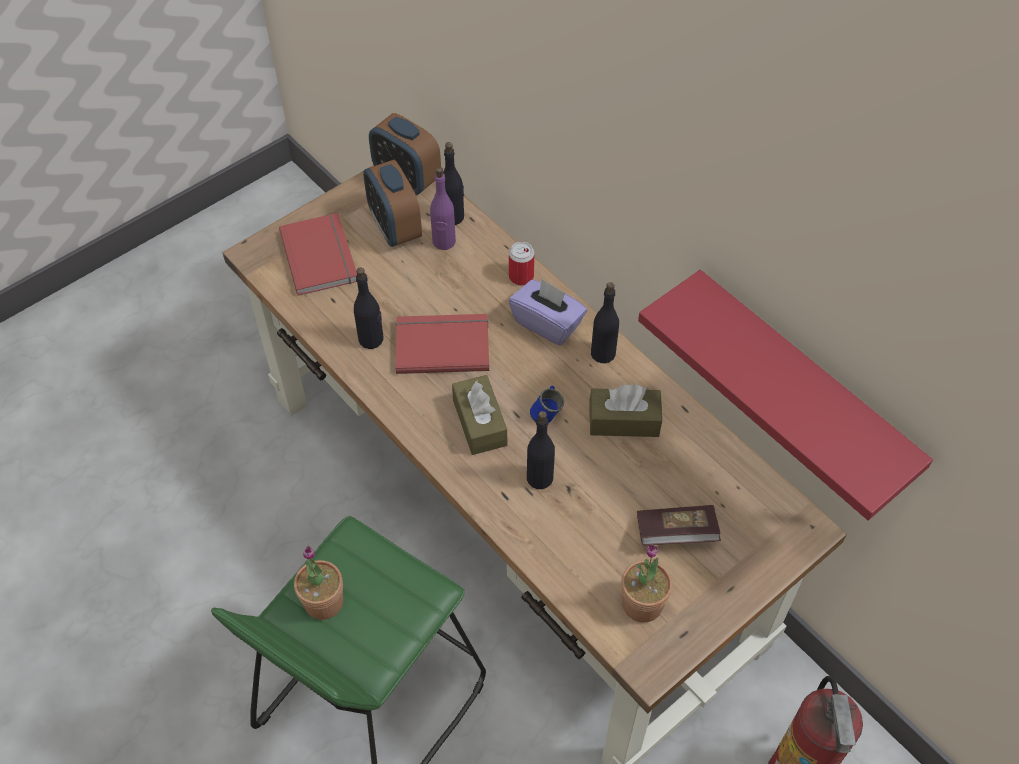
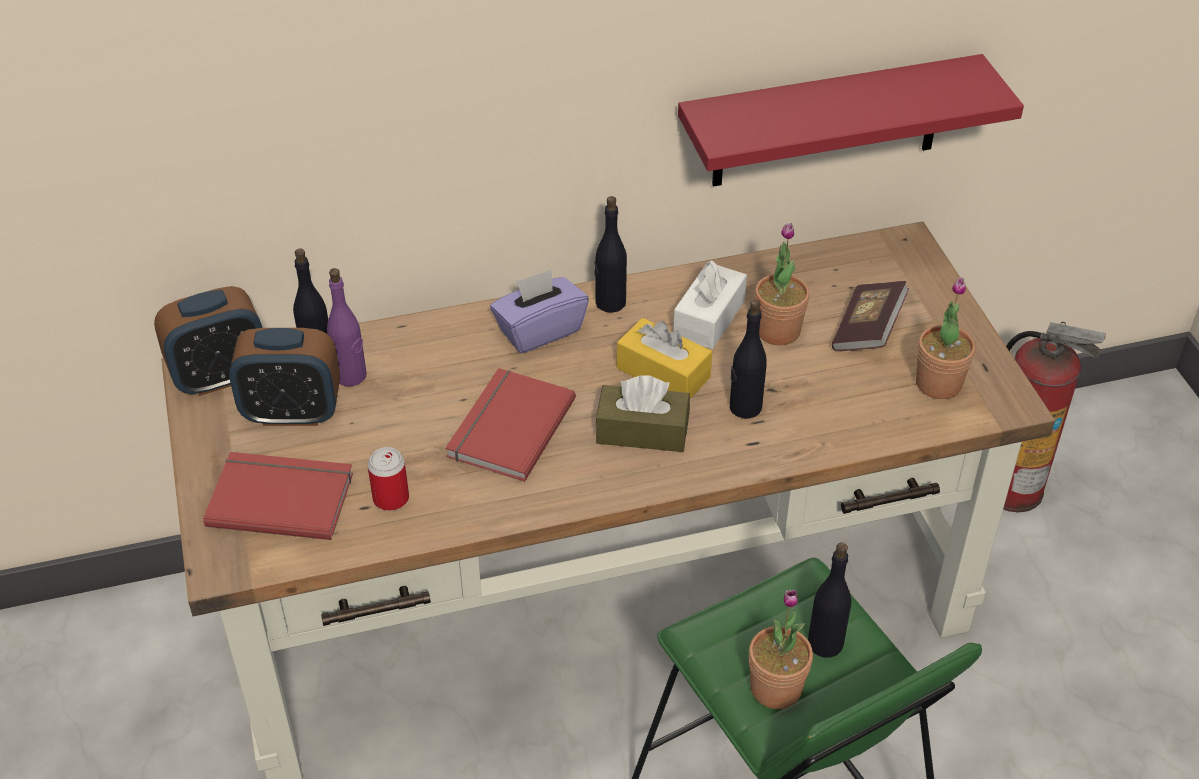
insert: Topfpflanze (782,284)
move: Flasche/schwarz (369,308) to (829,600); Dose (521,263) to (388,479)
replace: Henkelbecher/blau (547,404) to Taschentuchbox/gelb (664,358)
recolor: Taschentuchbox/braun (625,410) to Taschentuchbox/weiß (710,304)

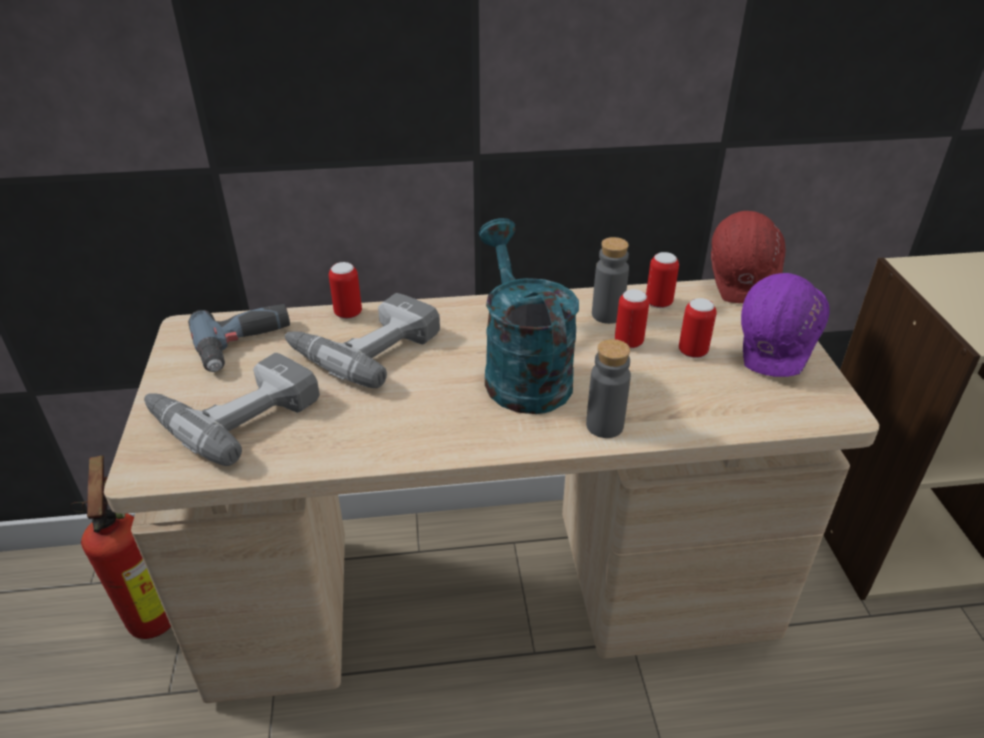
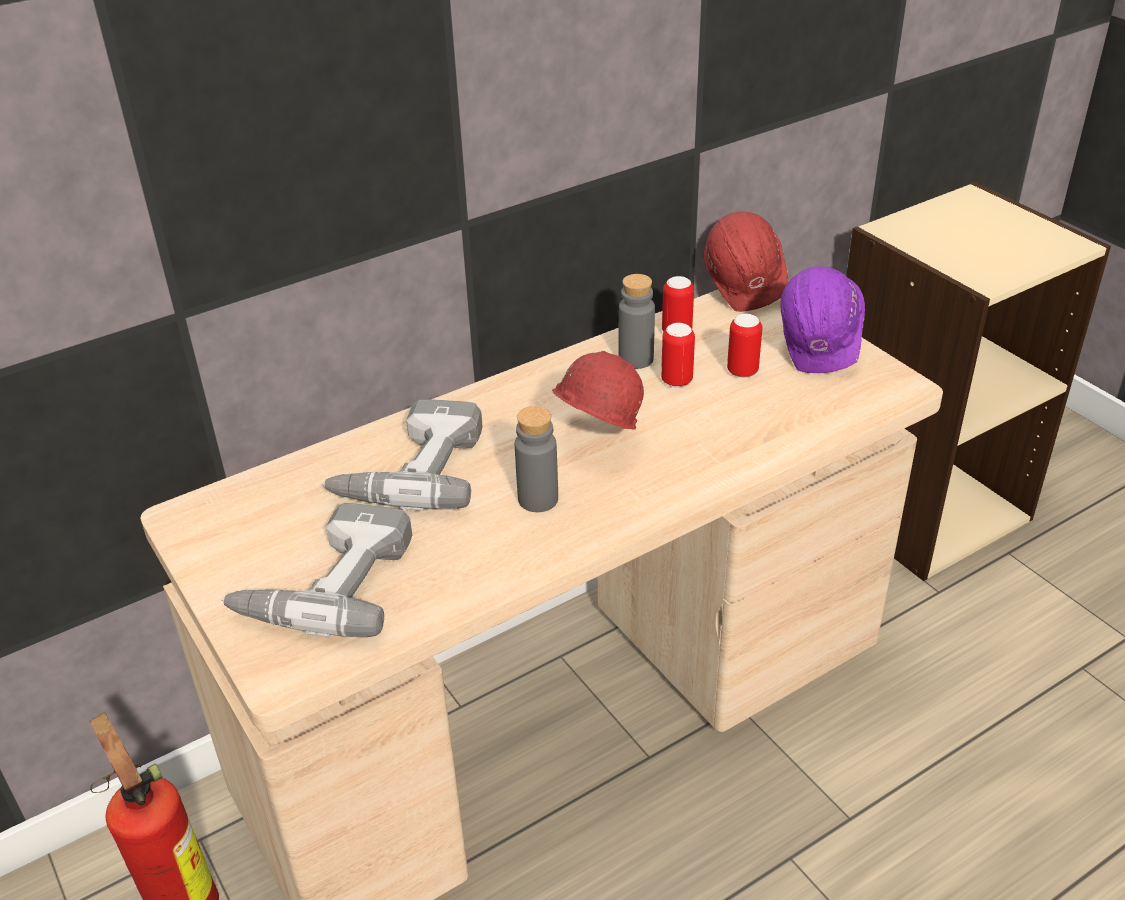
delete: Bohrmaschine (239,338); Dose (345,290)
move: Flasche/grau (608,388) to (536,459)
replace: Gießkanne/türkis (529,316) to Schutzhelm/rot (598,390)

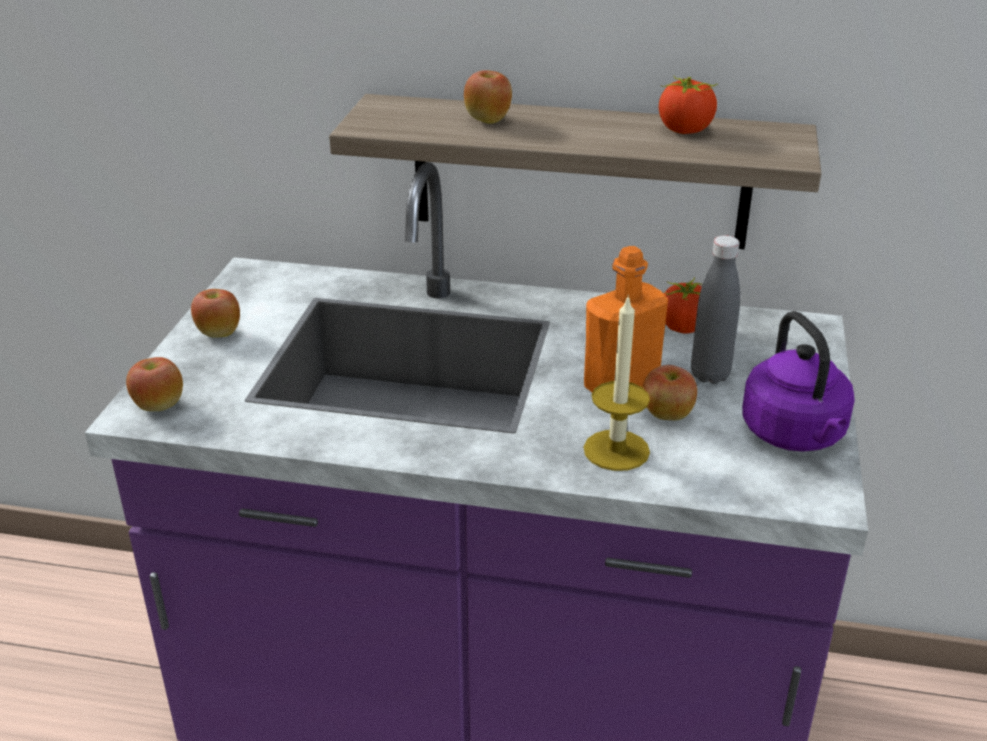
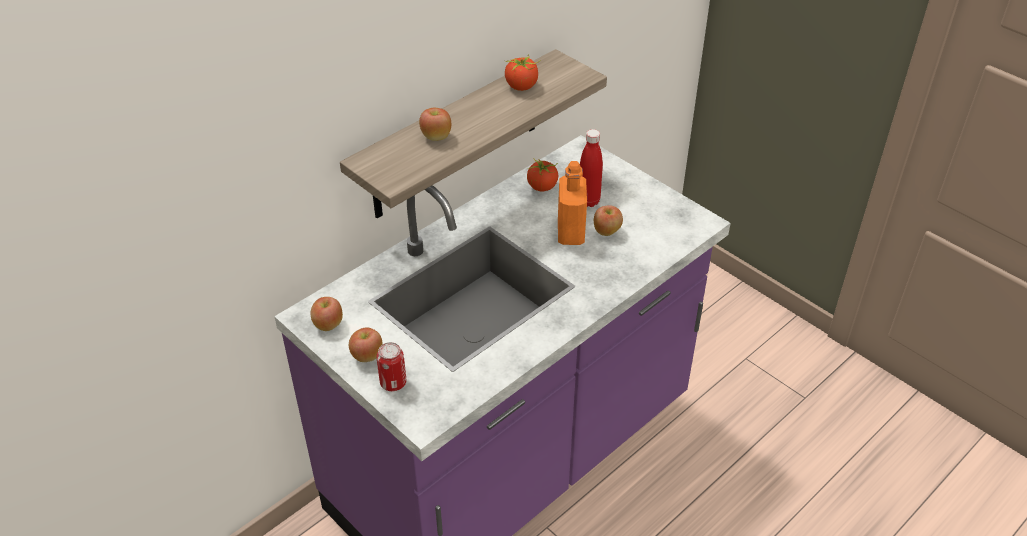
delete: Kerze (617,382); Wasserkessel/lila (798,381)
insert: Dose (391,366)
move: Apfel (154,384) to (327,314)
recolor: Flasche/grau (715,310) to Flasche/rot (591,168)

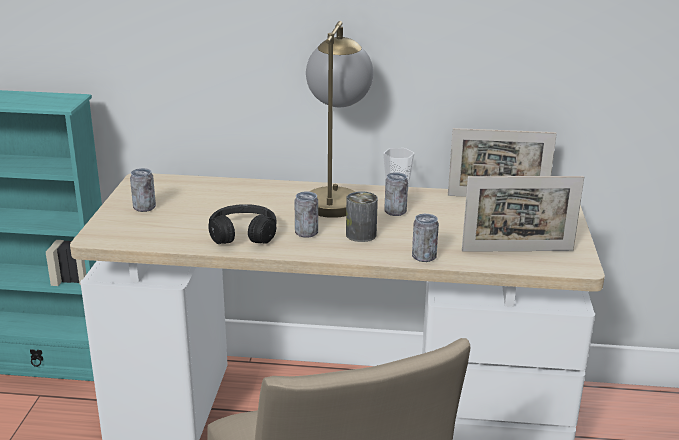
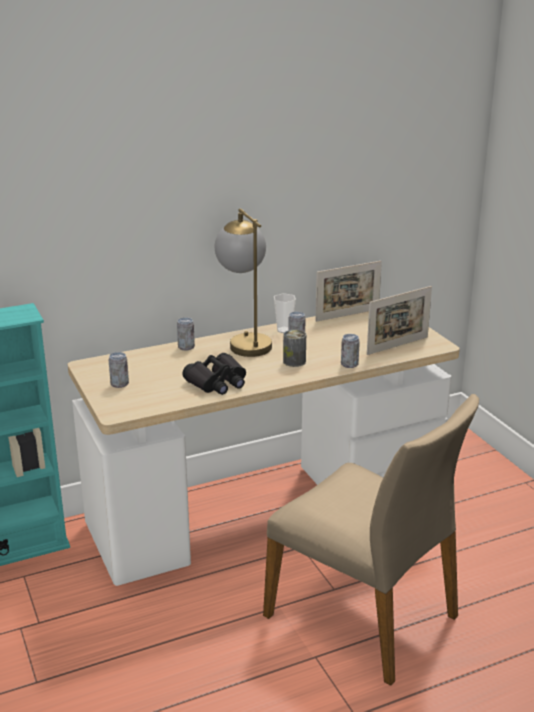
move: Dose (306,215) to (186,333)
replace: Kopfhörer/schwarz (242,224) to Fernglas/schwarz (214,374)

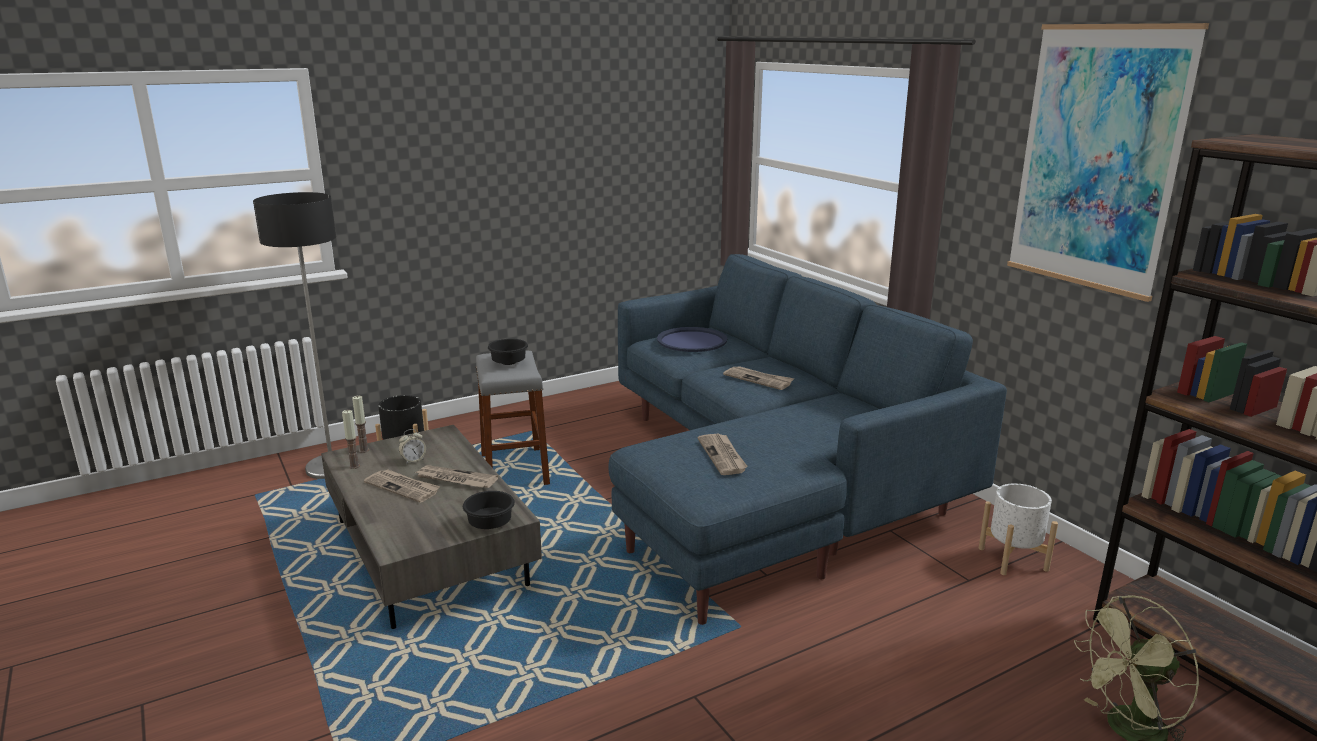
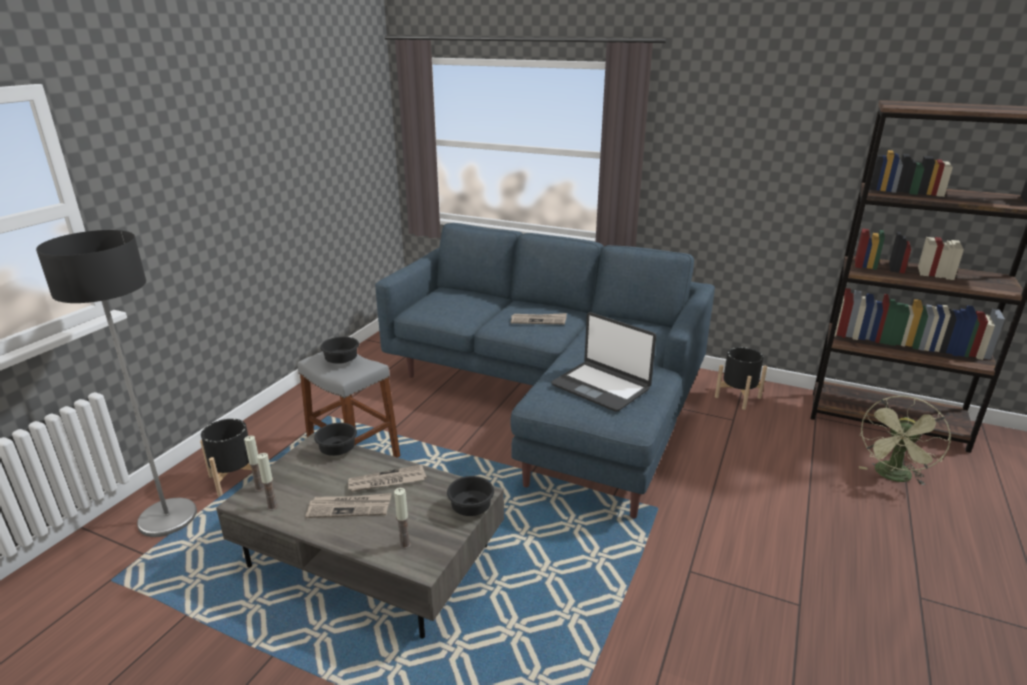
delete: Wecker (412,446); Tablett/blau (692,339); Bild (1108,162)
insert: Schüssel/schwarz (335,439); Kerze (402,518)
replace: Zeitung (722,454) to Laptop (603,361)
recolor: Pflanzkübel/weiß (1018,529) to Pflanzkübel/schwarz (741,378)

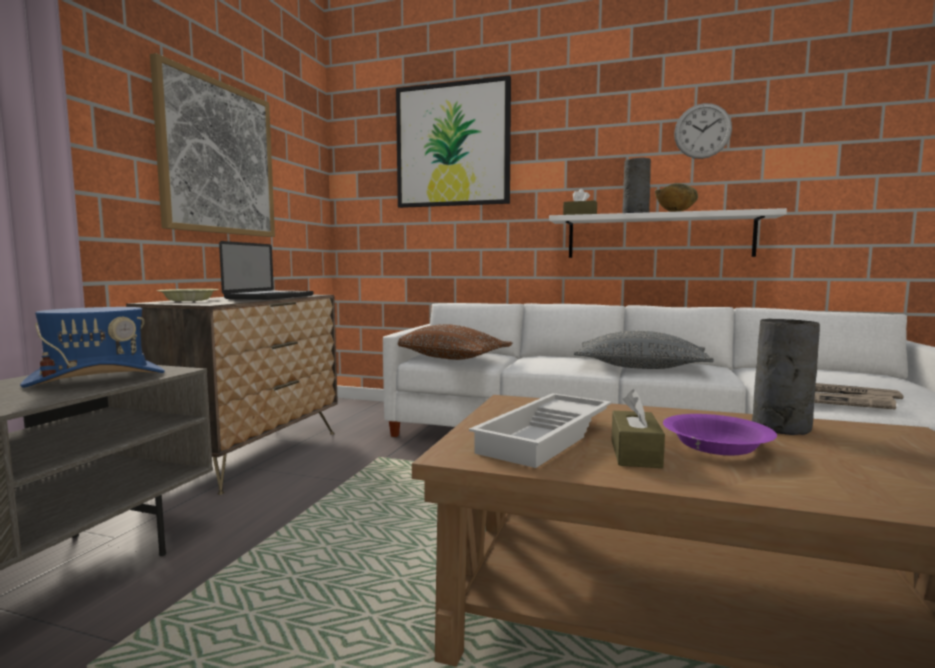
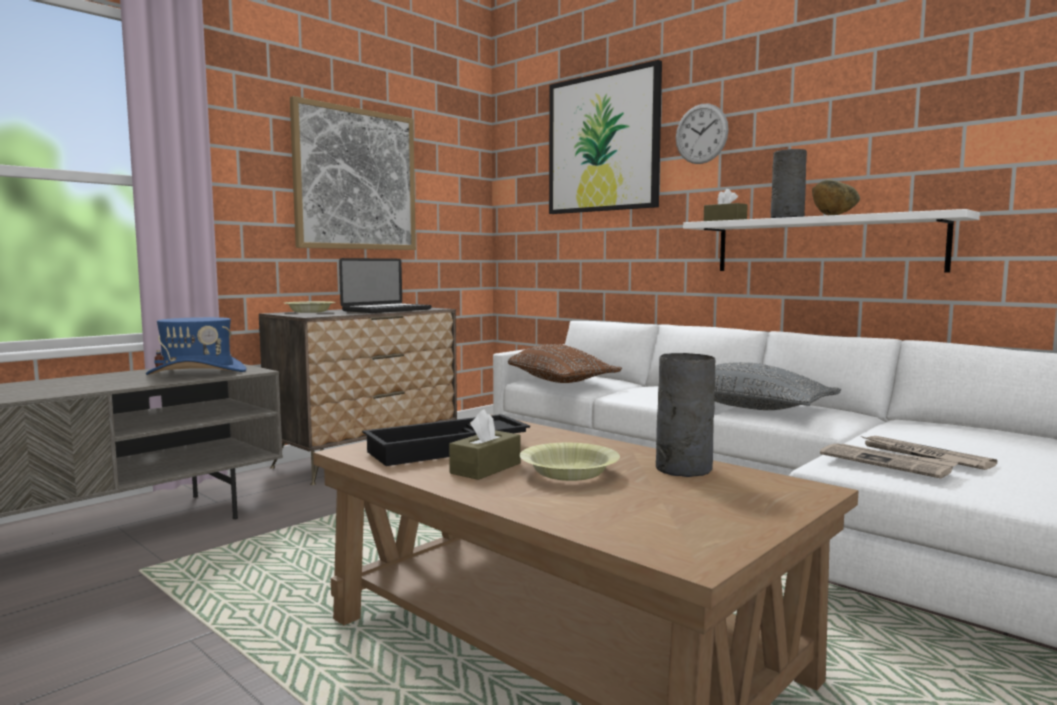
move: Wanduhr (703,131) to (702,134)
recolor: Tablett/weiß (540,430) to Tablett/schwarz (446,440); Schüssel/lila (720,434) to Schüssel/gelb (570,462)

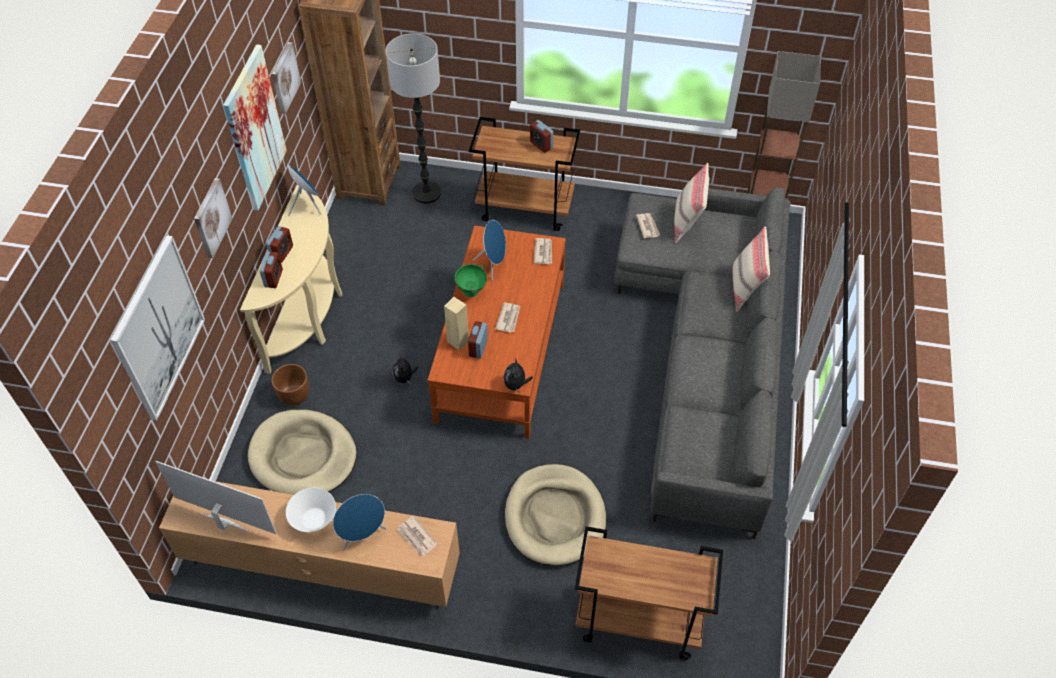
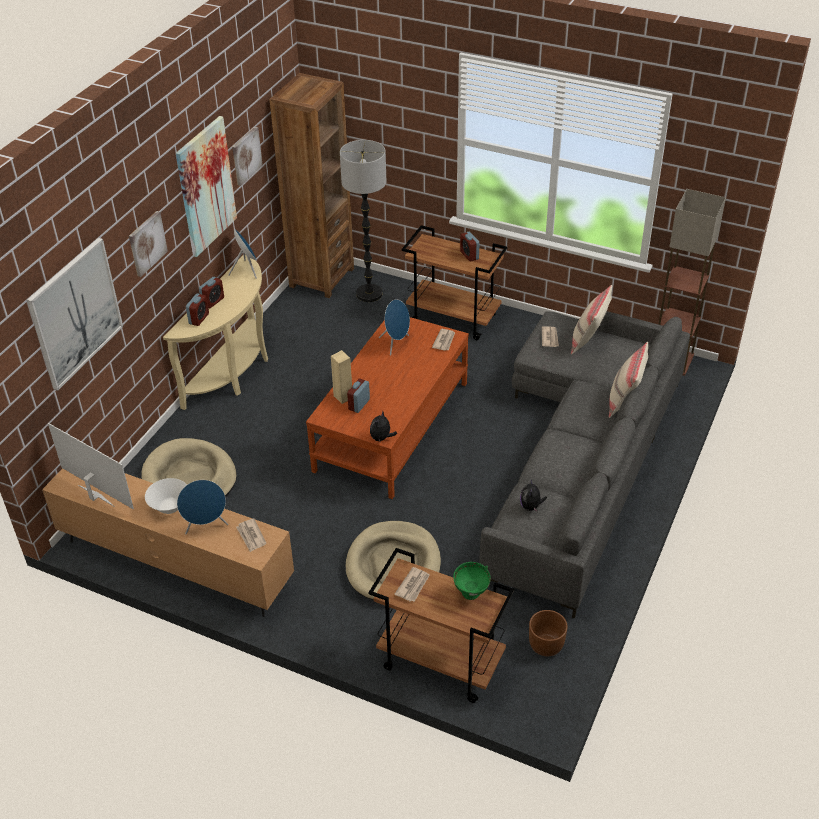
move: Pflanzkübel/braun (290,385) to (548,633); Plüschtier (405,369) to (533,496); Schüssel/grün (471,280) to (472,581); Zeitung (507,318) to (412,584)

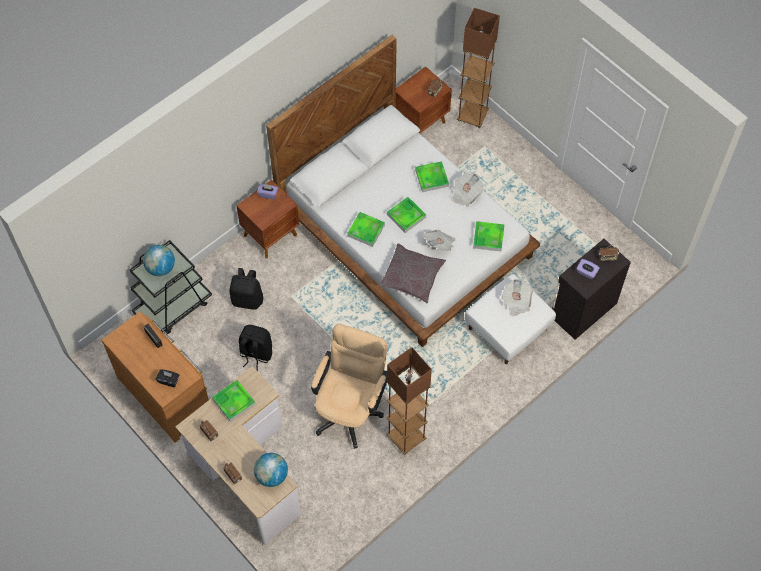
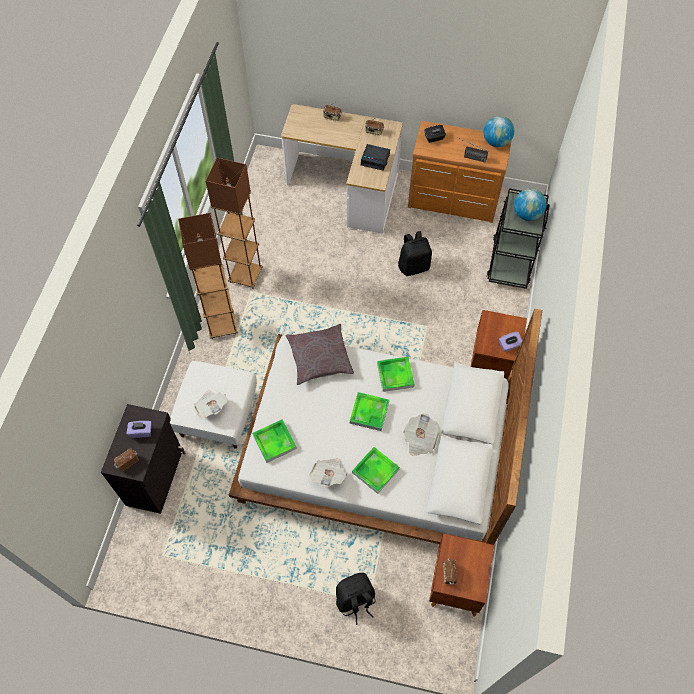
delete: Bürostuhl/beige (349,386)
move: Rucksack/schwarz (246,289) to (355,599); Globus (271,470) to (498,131); Zeitung (440,240) to (422,435); Stehlampe/braun (478,68) to (208,276)
replace: Tablett (233,401) to Wecker (375,157)

